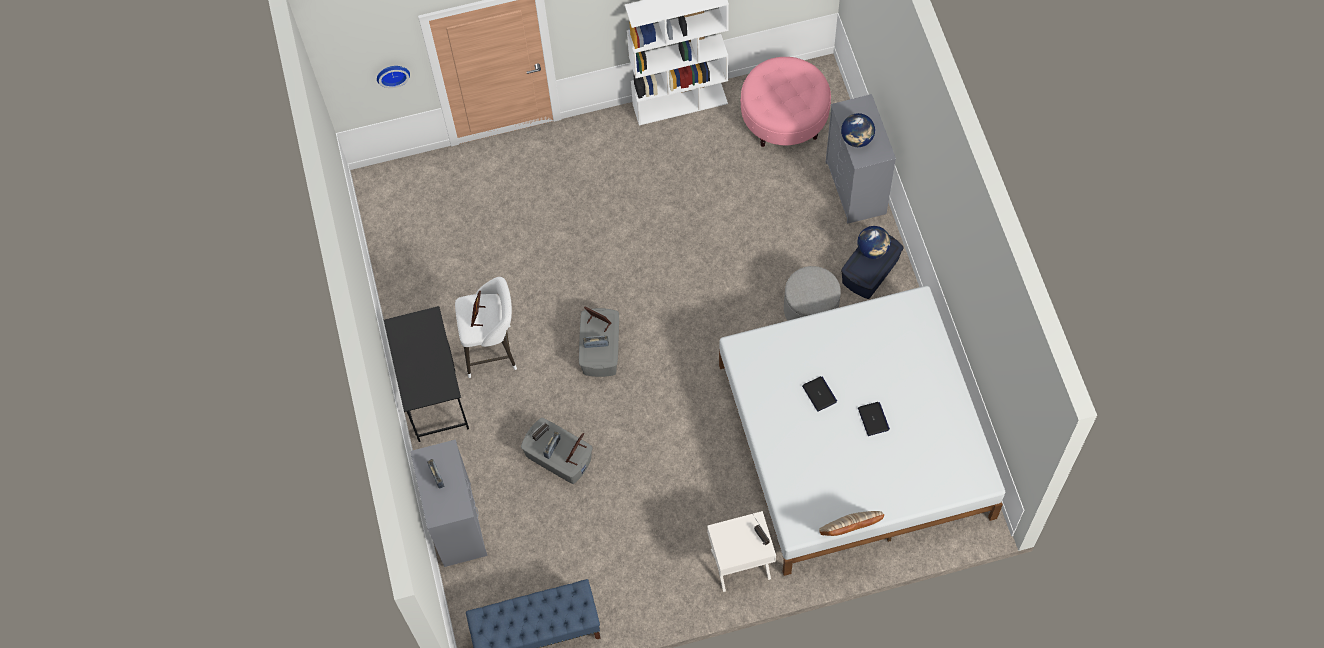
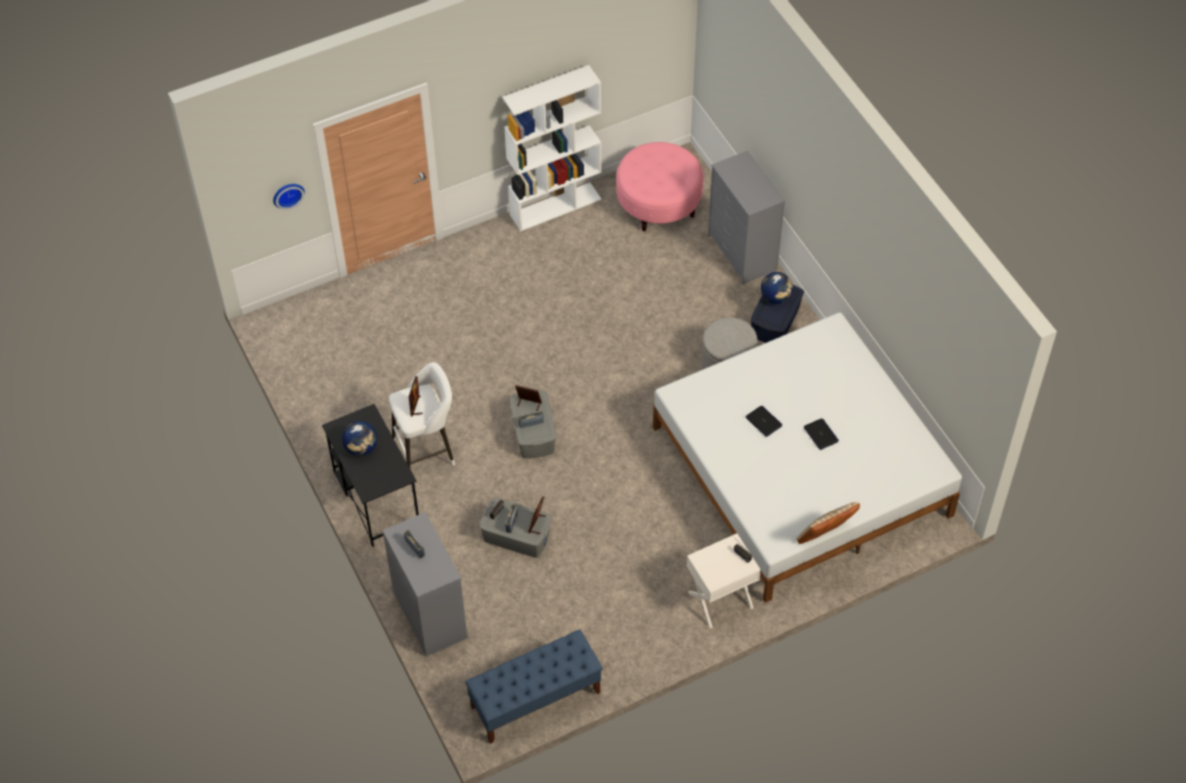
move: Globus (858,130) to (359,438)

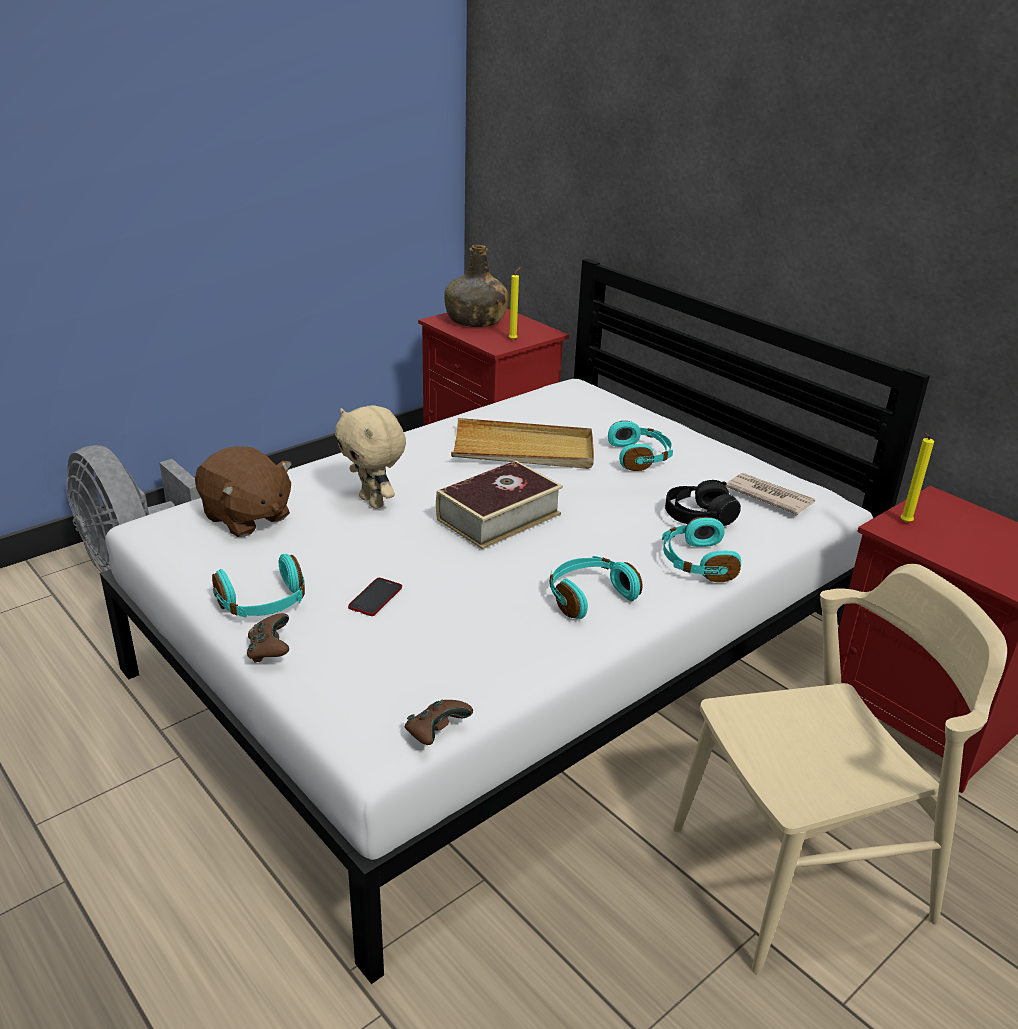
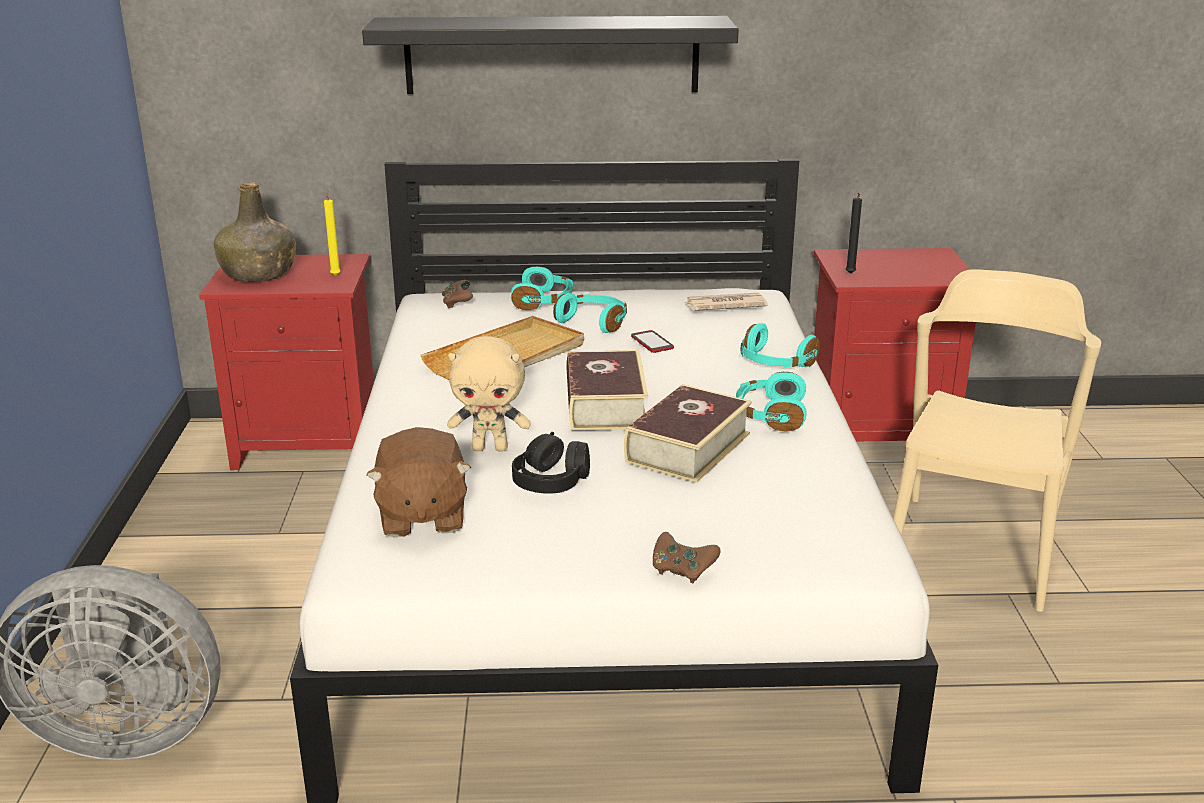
insert: Wandregal/schwarz (550,55); Buch (688,433)
move: Kopfhörer/türkis (258,586) to (542,288); Handy (375,597) to (652,341); Gamepad/braun (439,722) to (457,294); Kopfhörer/schwarz (703,503) to (551,463)
recolor: Kerze/gelb (917,477) to Kerze/schwarz (854,233)
rotate: Plüschtier/braun (243,491) = (418,482) 90 degrees clockwise

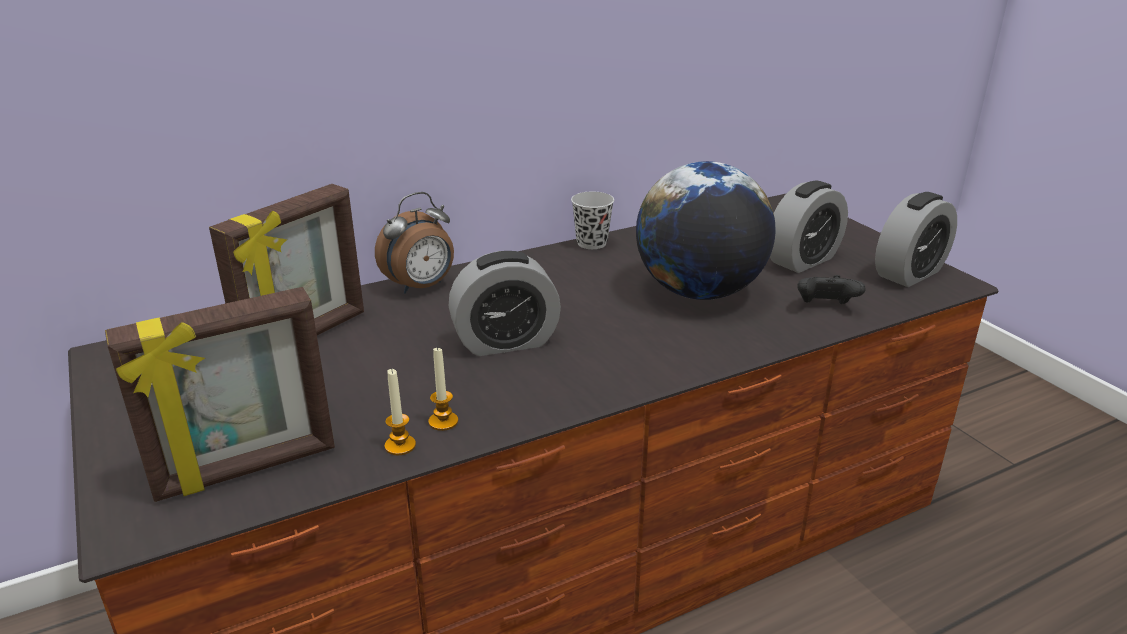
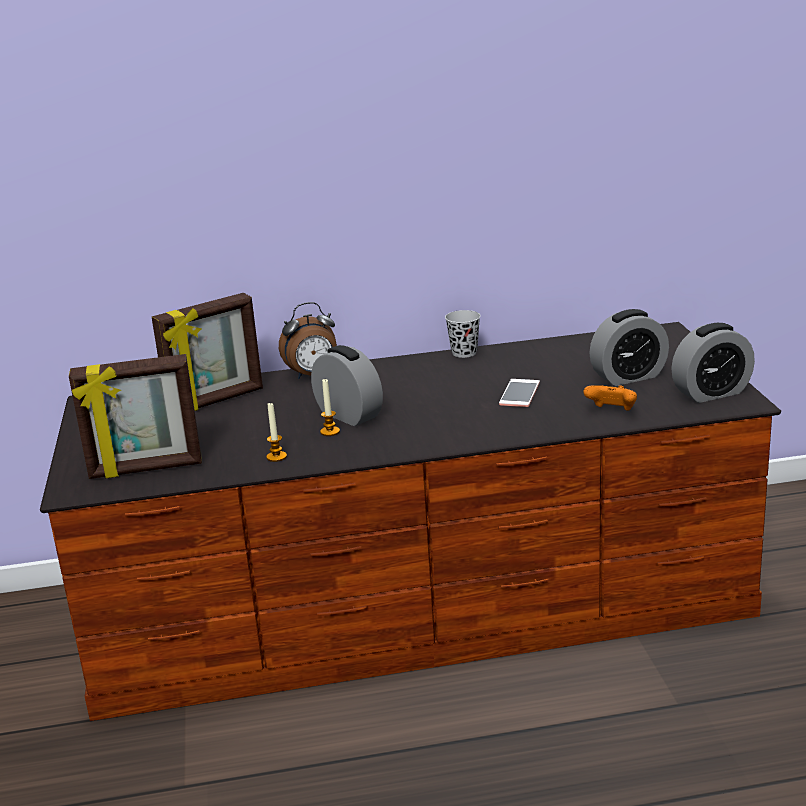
move: Kerze (400,411) to (330,407)
replace: Globus (705,230) to Handy (519,393)
recolor: Gamepad/schwarz (831,289) to Gamepad/orange (610,398)
rotate: Wecker (505,303) = (347,385) 135 degrees counterclockwise

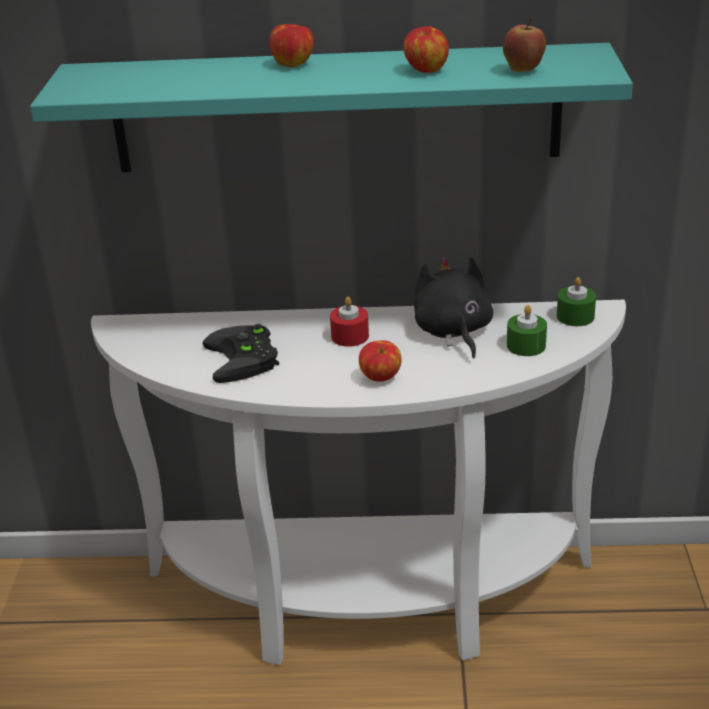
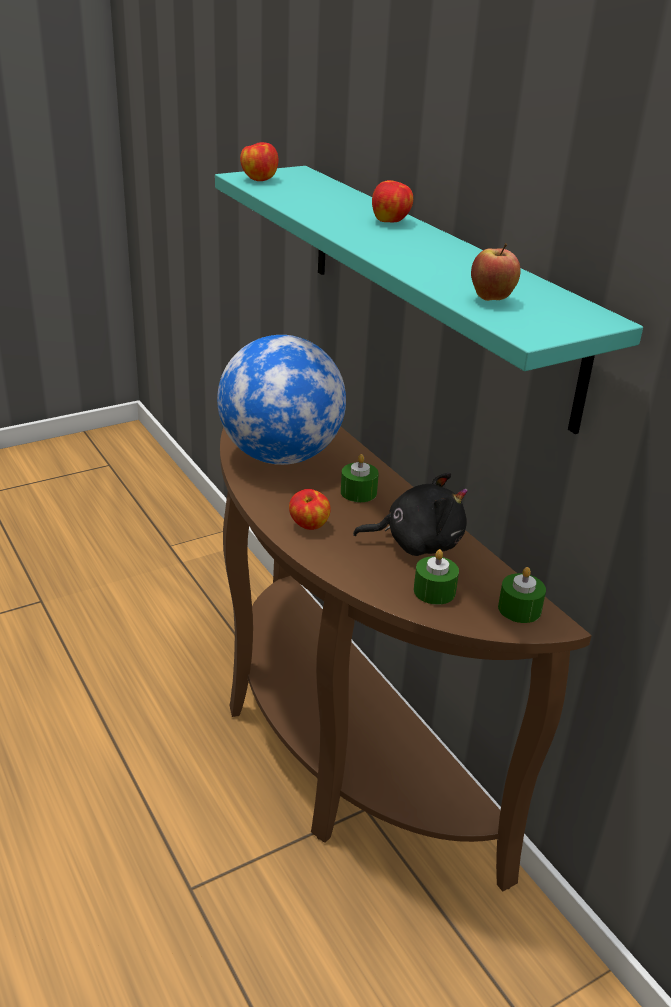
move: Apfel (426,49) to (259,161)
replace: Gamepad/schwarz (241,353) to Globus (281,400)
recolor: Konsolentisch/weiß (358,482) to Konsolentisch/braun (406,658); Kerze/rot (349,322) to Kerze/grün (360,478)
rotate: Plüschtier/schwarz (453,307) = (410,514) 45 degrees clockwise

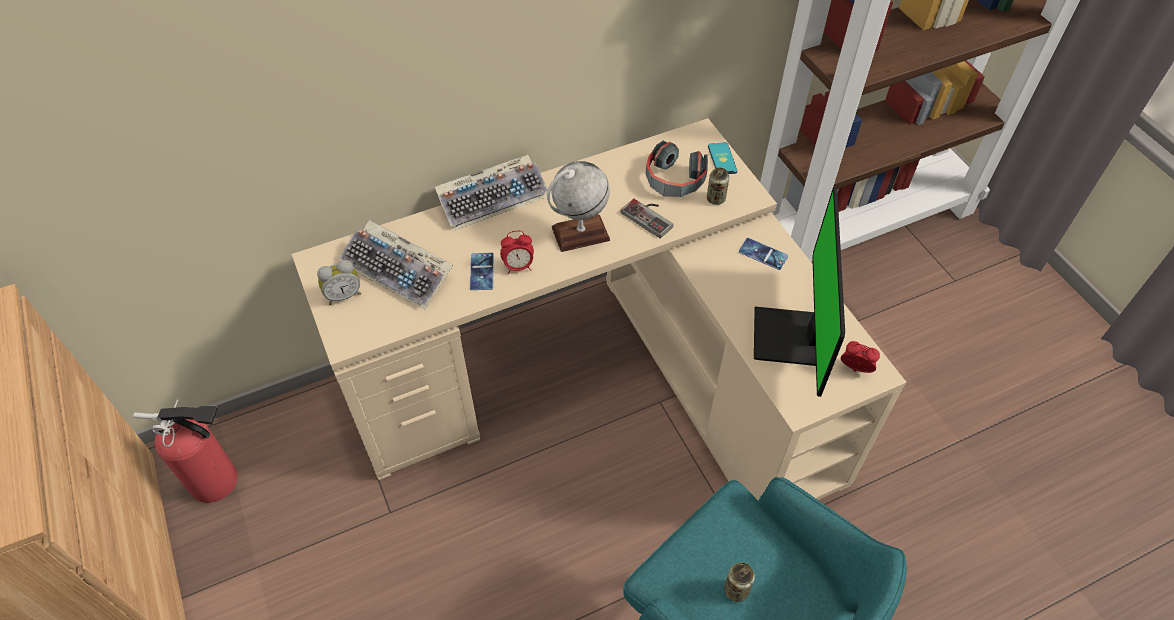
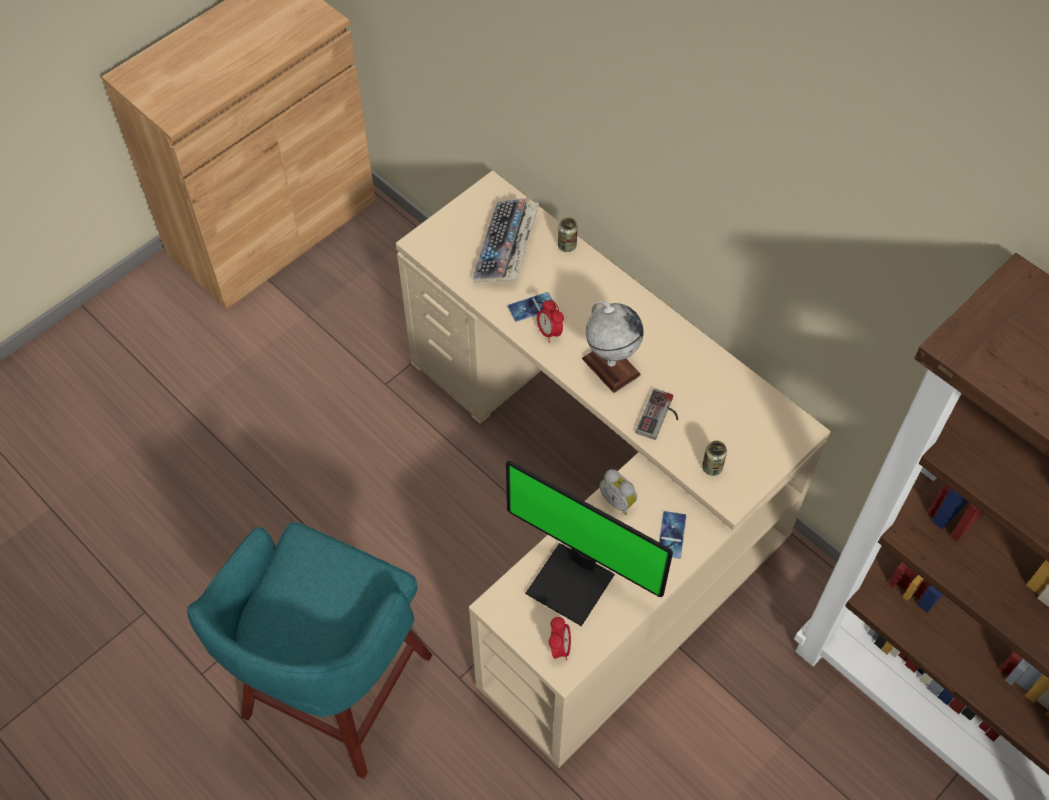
delete: Feuerlöscher (186,451); Tastatur (491,192); Kopfhörer (677,169); Handy (722,158)
move: Wecker (339,282) to (618,492); Dose (739,582) to (568,234)
rotate: Monitor (799,292) = (589,543) 135 degrees counterclockwise

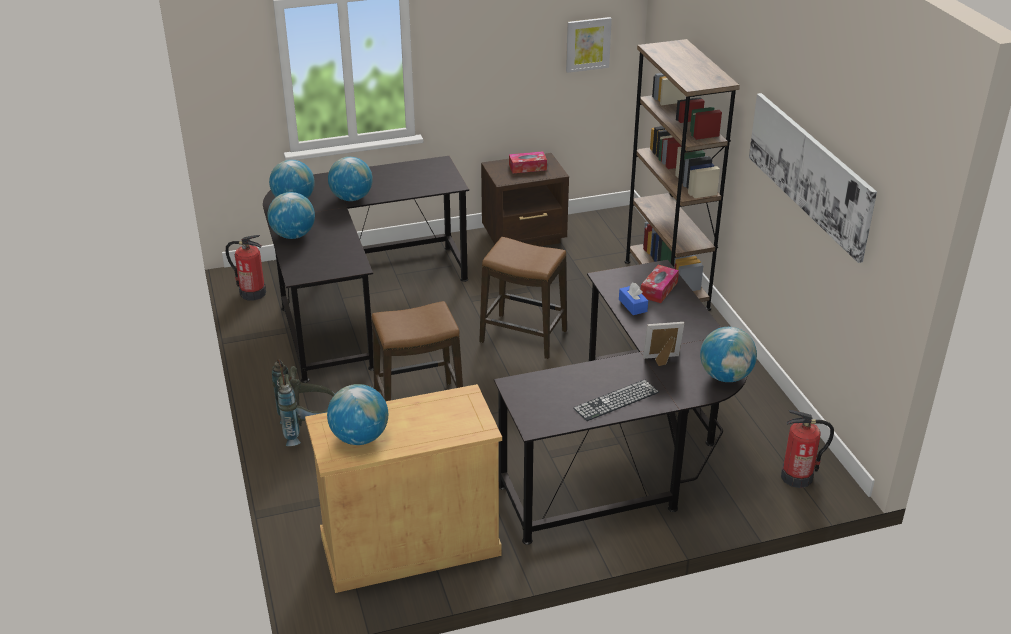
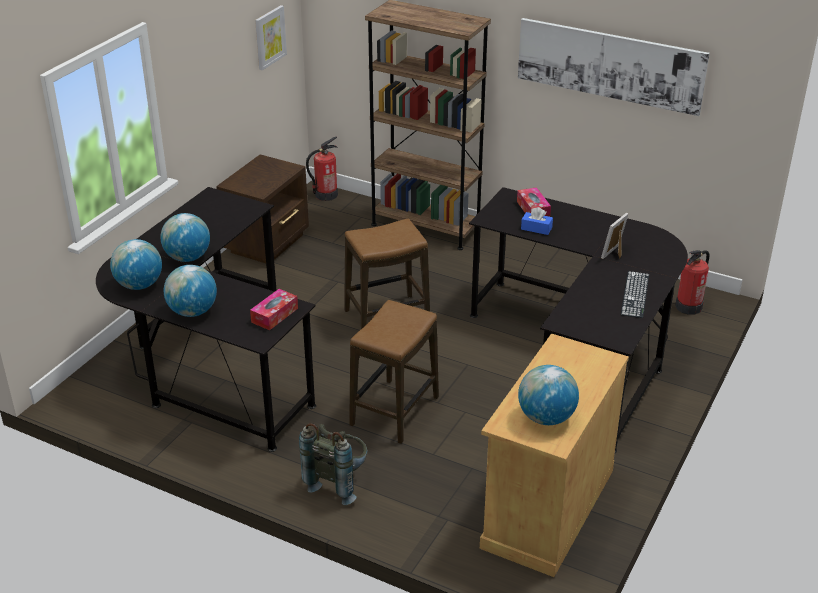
delete: Globus (728,354)
move: Feuerlöscher (246,267) to (322,169); Taschentuchbox (528,162) to (274,309)

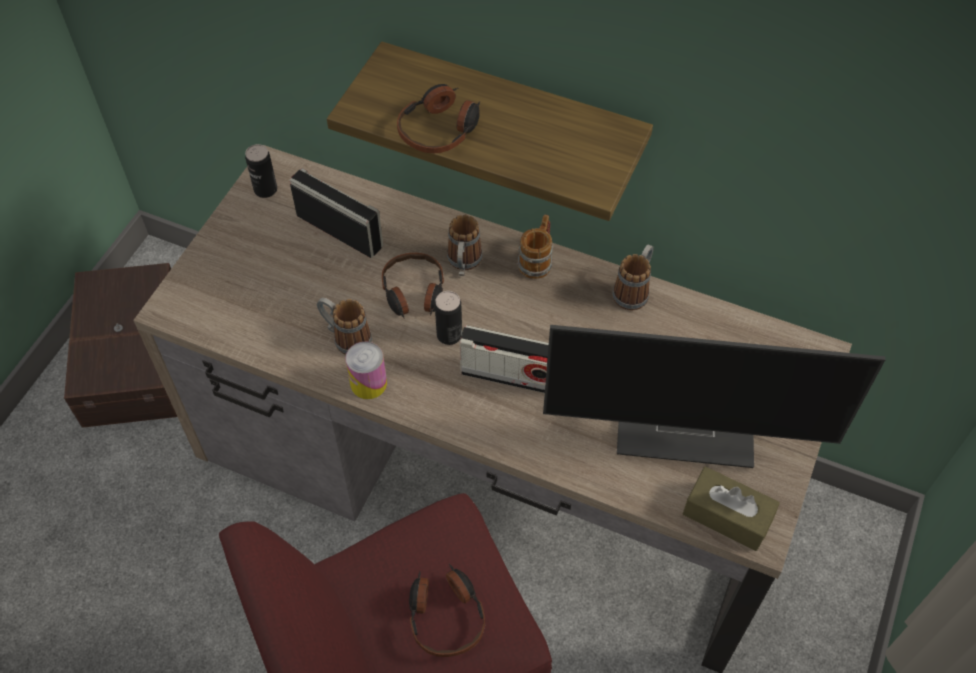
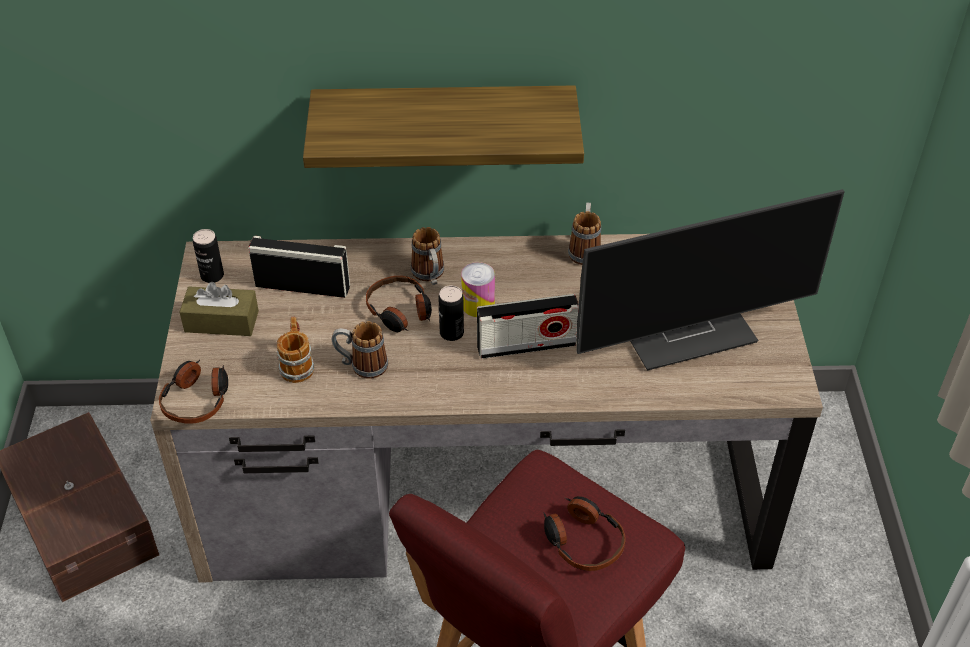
move: Dose (366,370) to (478,289); Kopfhörer (438,118) to (193,392); Henkelbecher (535,247) to (295,350); Taschentuchbox/braun (731,508) to (219,309)

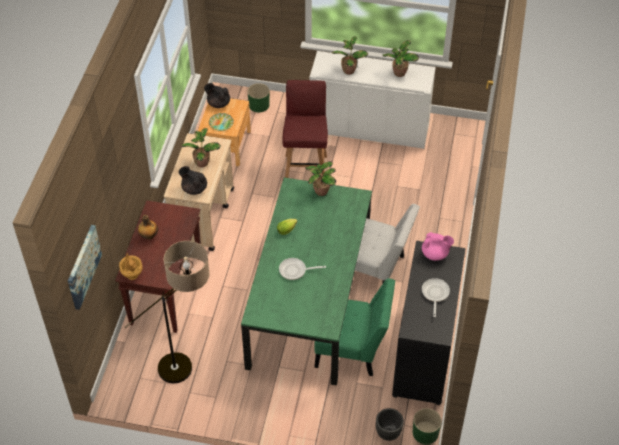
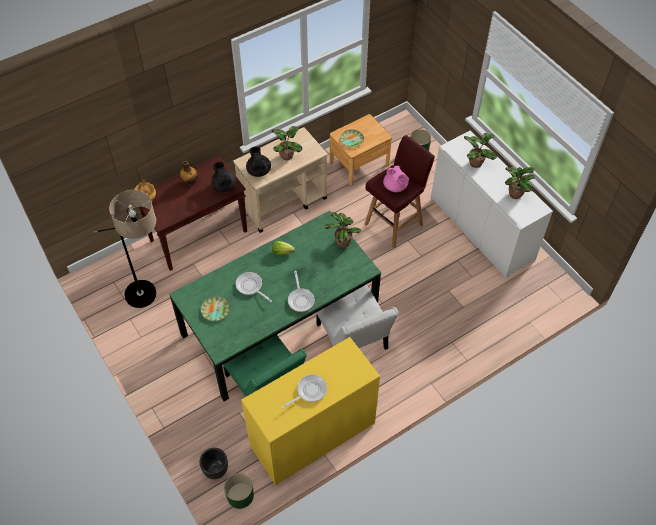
delete: Bild (85,267)
insert: Teller (215,308); Pfanne (301,291)
move: Teekanne/schwarz (217,95) to (224,177); Teekanne/rosa (438,246) to (396,179)
recolor: Kommode/schwarz (429,323) to Kommode/gelb (310,411)

